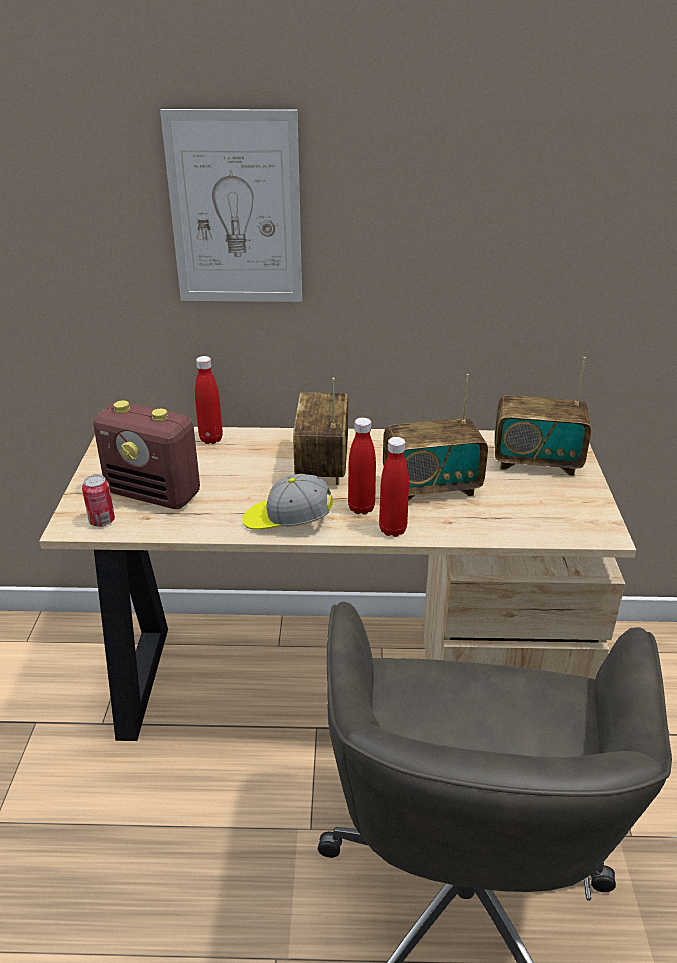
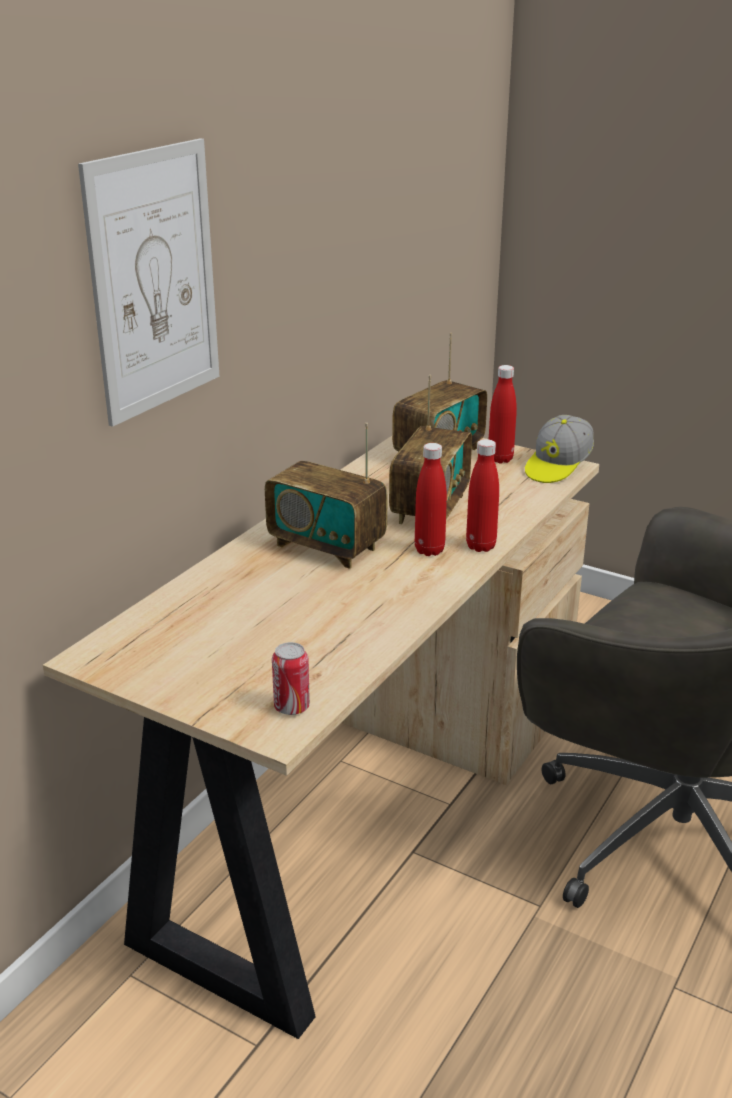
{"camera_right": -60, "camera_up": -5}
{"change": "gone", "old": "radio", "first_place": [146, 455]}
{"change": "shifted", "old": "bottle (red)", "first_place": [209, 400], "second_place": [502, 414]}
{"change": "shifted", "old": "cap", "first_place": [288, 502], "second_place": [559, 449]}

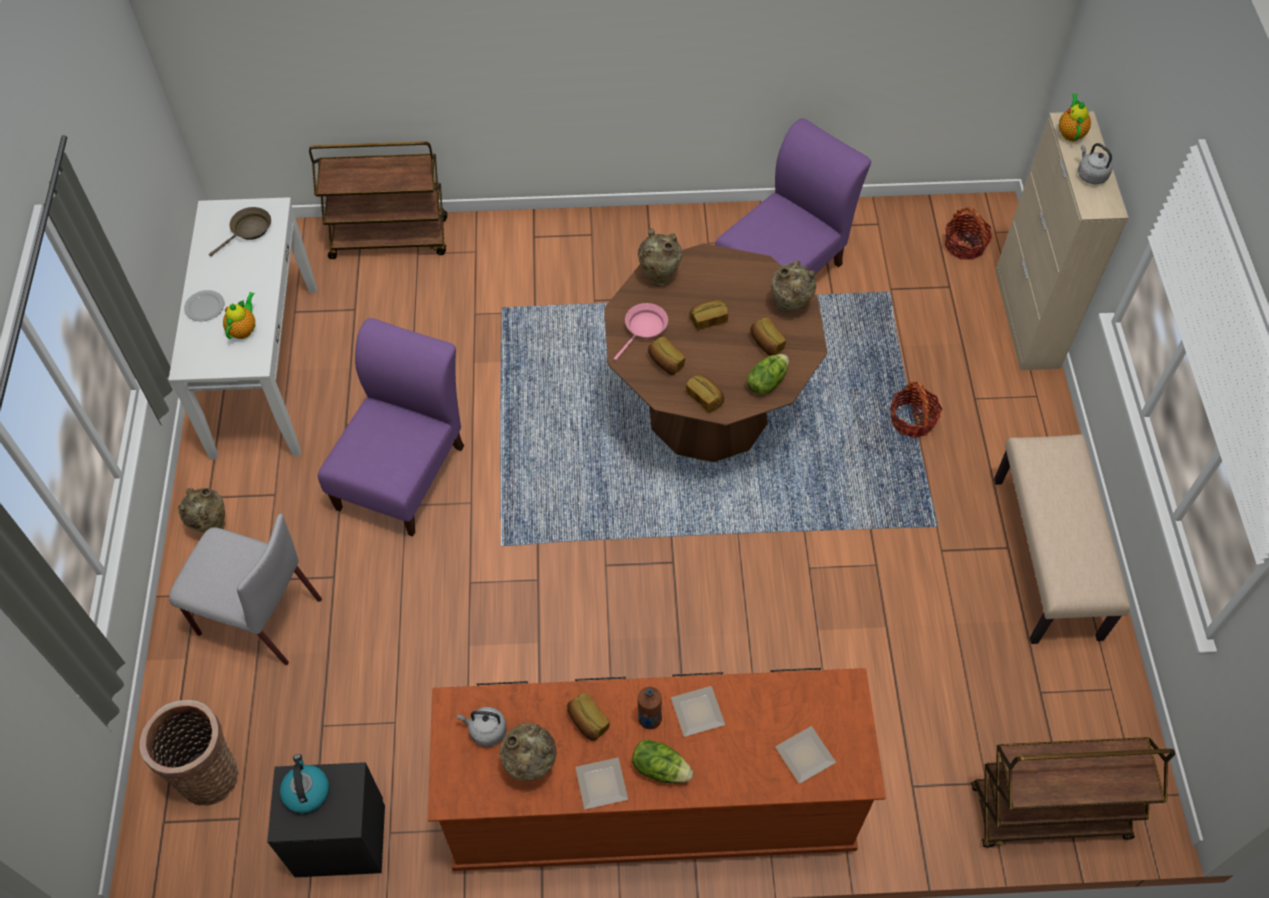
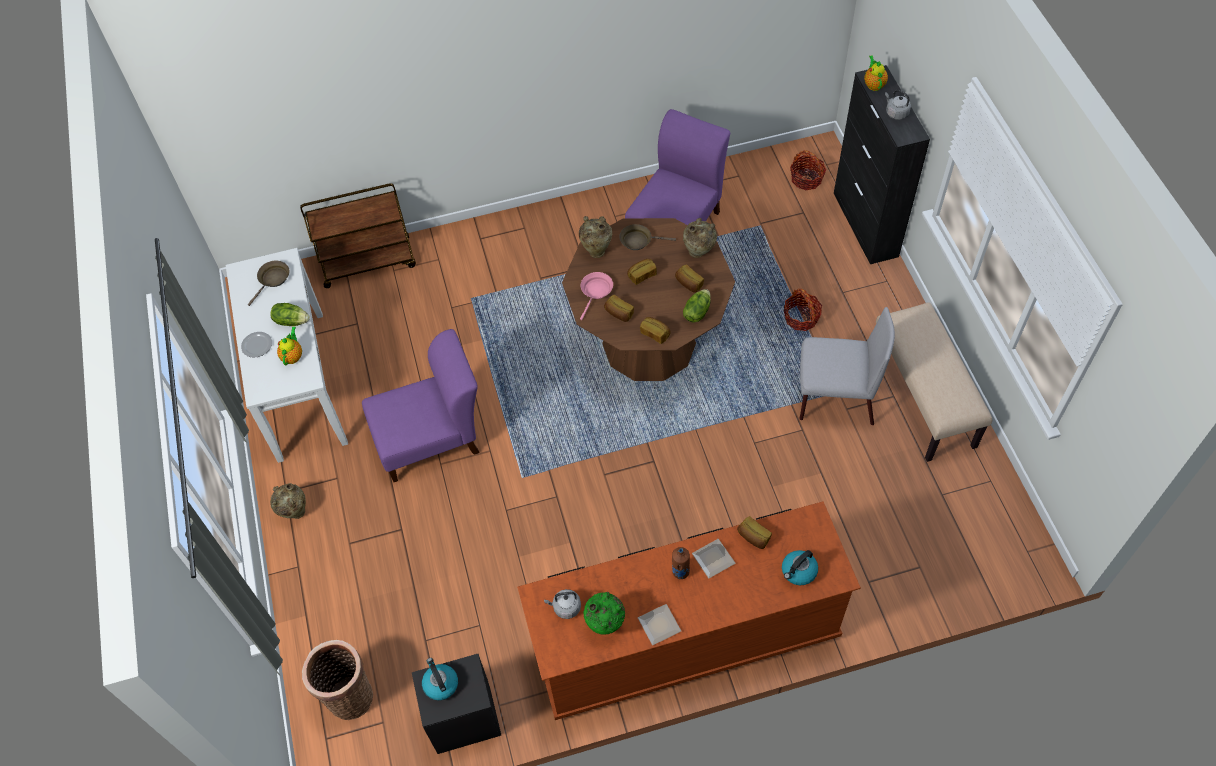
{"camera_right": -10, "camera_up": 0}
{"change": "gone", "old": "cart (brown)", "first_place": [1073, 792]}
{"change": "new", "new": "frying pan (brown)", "second_place": [647, 237]}
{"change": "shifted", "old": "chair (grey)", "first_place": [245, 589], "second_place": [847, 366]}
{"change": "shifted", "old": "bread", "first_place": [588, 716], "second_place": [754, 532]}
{"change": "shifted", "old": "lettuce", "first_place": [662, 761], "second_place": [290, 314]}
{"change": "swapped", "old": "plate", "new": "kettle", "first_place": [805, 755], "second_place": [800, 567]}
{"change": "repainted", "old": "vase (beige)", "new": "vase (green)", "first_place": [528, 752], "second_place": [604, 613]}
{"change": "repainted", "old": "cabinet (beige)", "new": "cabinet (black)", "first_place": [1062, 240], "second_place": [882, 164]}
{"change": "rotated", "old": "chair (purple)", "first_place": [391, 427], "second_place": [421, 405], "degrees": 60}

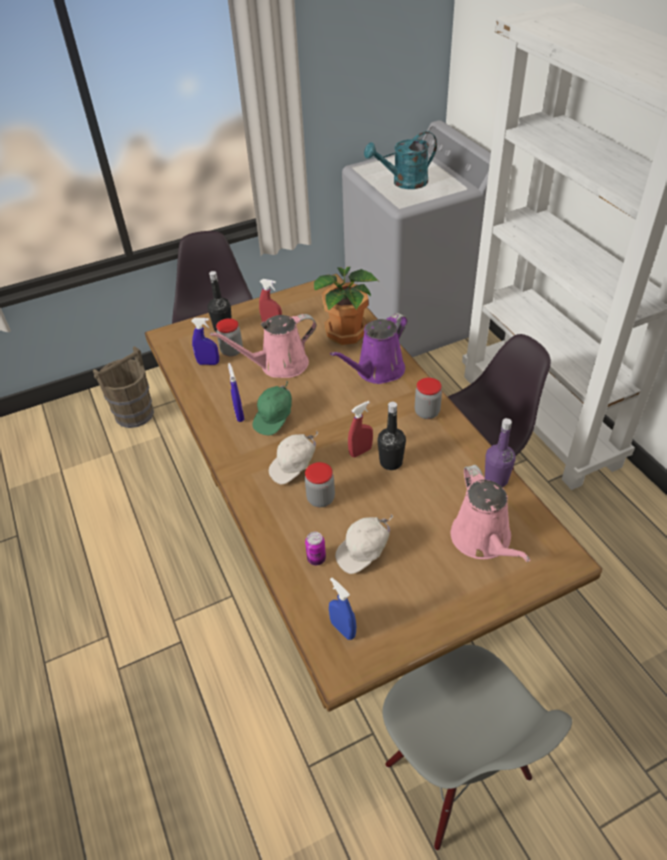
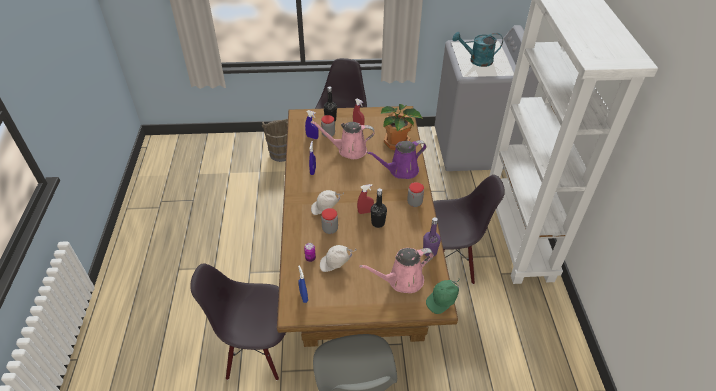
{"camera_right": 20, "camera_up": 0}
{"change": "new", "new": "chair (black)", "second_place": [238, 322]}
{"change": "shifted", "old": "cap (green)", "first_place": [272, 407], "second_place": [443, 296]}
{"change": "rotated", "old": "watering can (pink)", "first_place": [490, 513], "second_place": [396, 270], "degrees": 60}

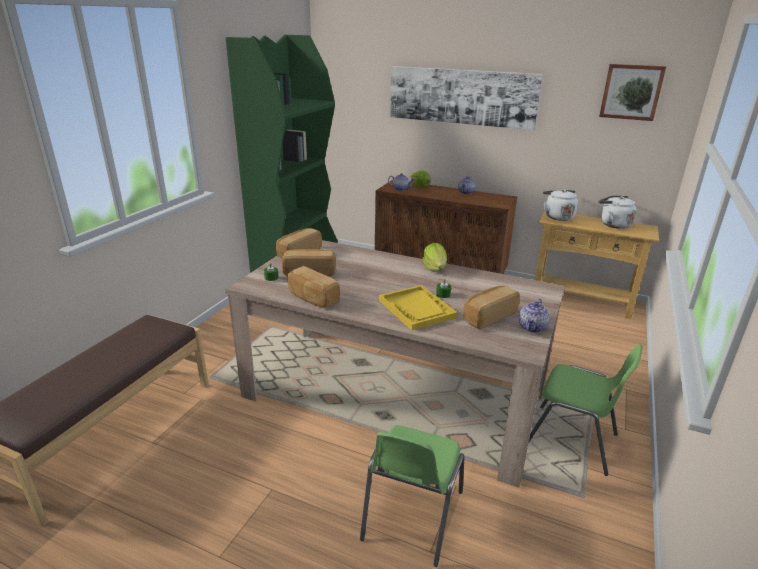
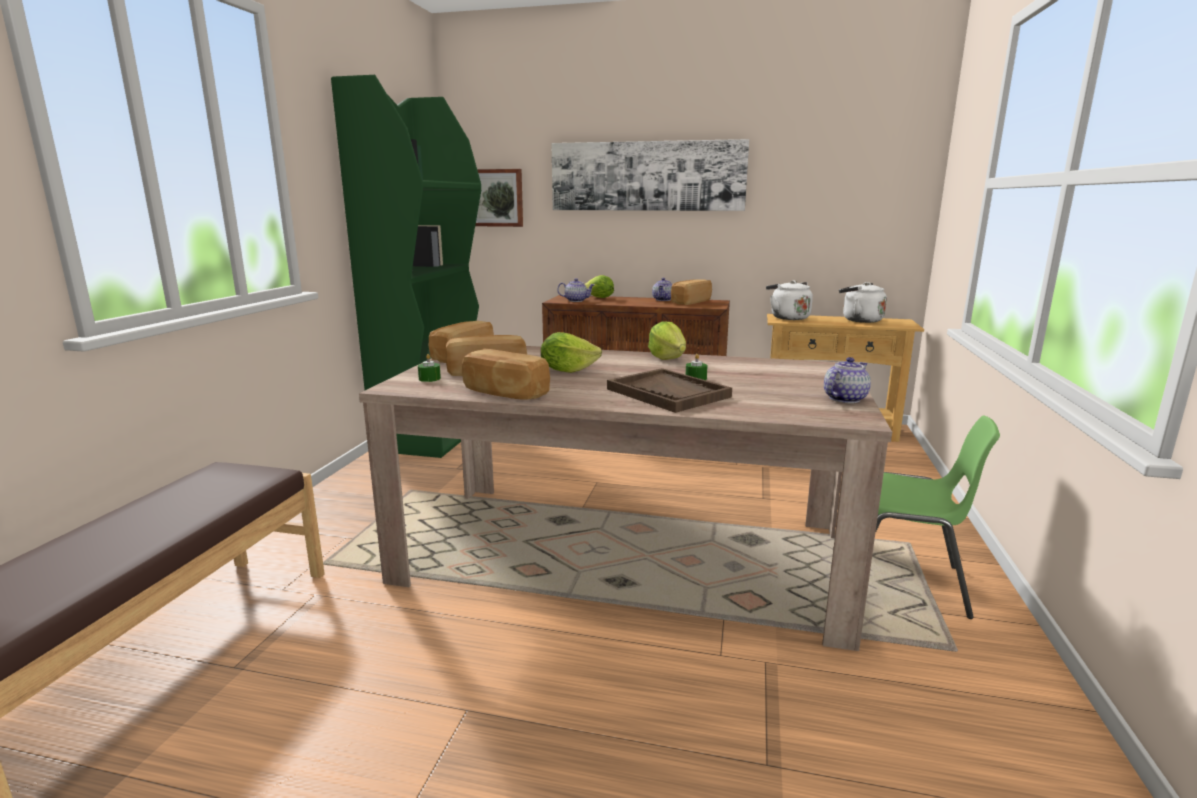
{"camera_right": -10, "camera_up": -10}
{"change": "gone", "old": "chair (green)", "first_place": [412, 496]}
{"change": "new", "new": "lettuce", "second_place": [571, 352]}
{"change": "shifted", "old": "bread", "first_place": [491, 307], "second_place": [691, 292]}
{"change": "shifted", "old": "picture", "first_place": [632, 92], "second_place": [499, 198]}
{"change": "repainted", "old": "tray (yellow)", "new": "tray (brown)", "first_place": [418, 308], "second_place": [669, 390]}
{"change": "rotated", "old": "teapot", "first_place": [534, 316], "second_place": [847, 380], "degrees": -150}

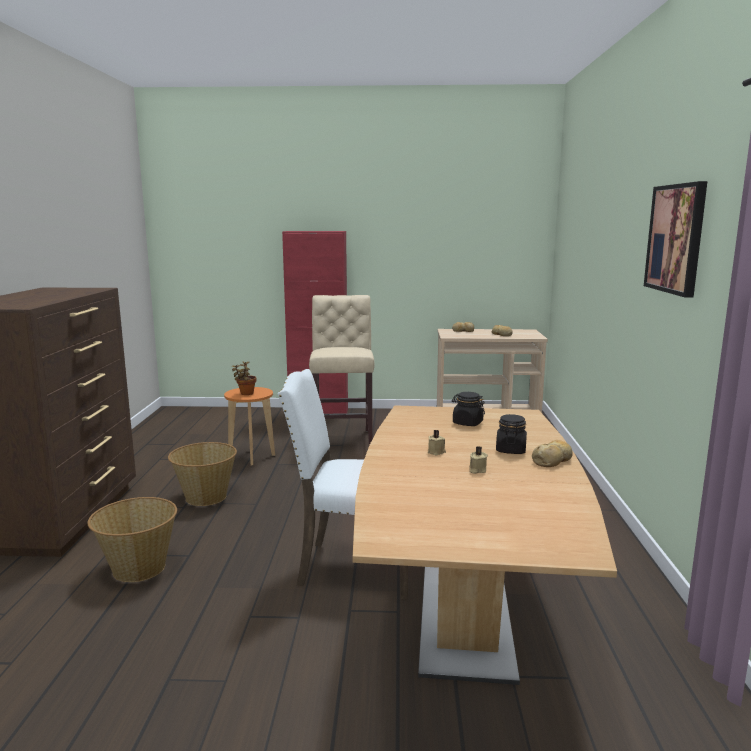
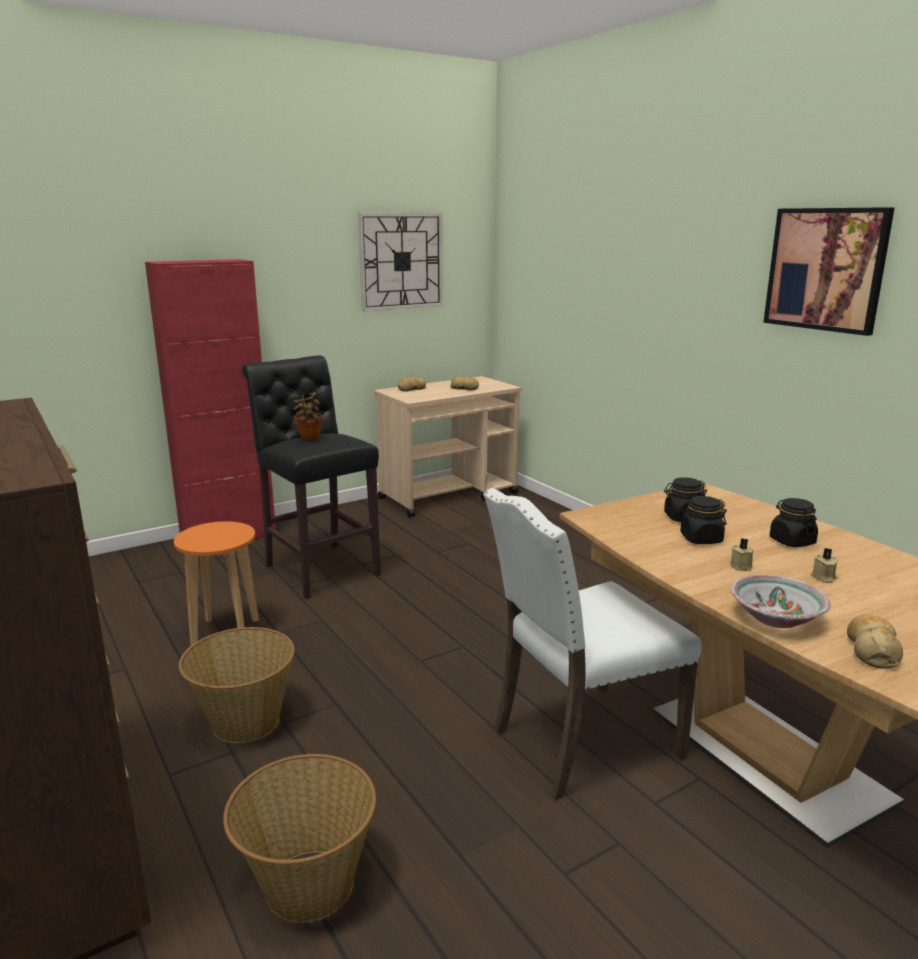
{"camera_right": -35, "camera_up": 5}
{"change": "new", "new": "wall clock", "second_place": [400, 262]}
{"change": "new", "new": "jar (black)", "second_place": [703, 520]}
{"change": "new", "new": "bowl", "second_place": [780, 601]}
{"change": "shifted", "old": "potted plant", "first_place": [244, 378], "second_place": [308, 416]}
{"change": "shifted", "old": "bread", "first_place": [552, 453], "second_place": [875, 641]}
{"change": "repainted", "old": "stool (beige)", "new": "stool (black)", "first_place": [342, 370], "second_place": [311, 477]}

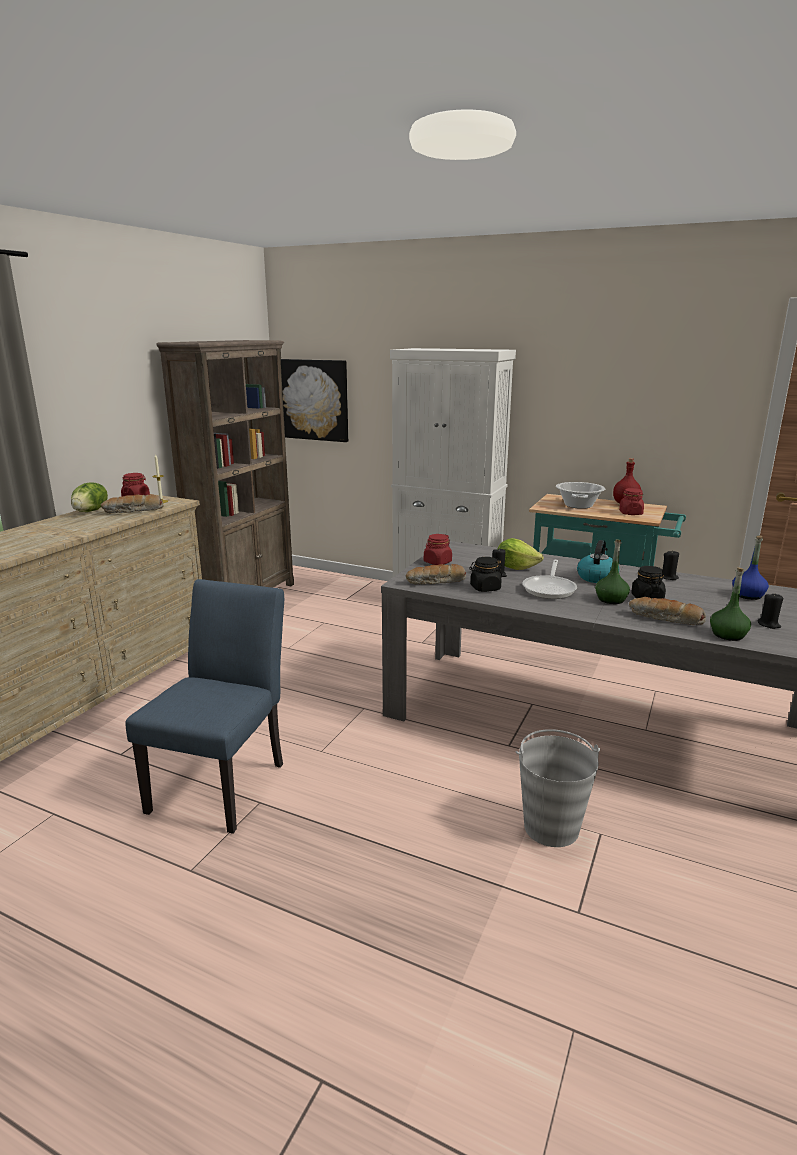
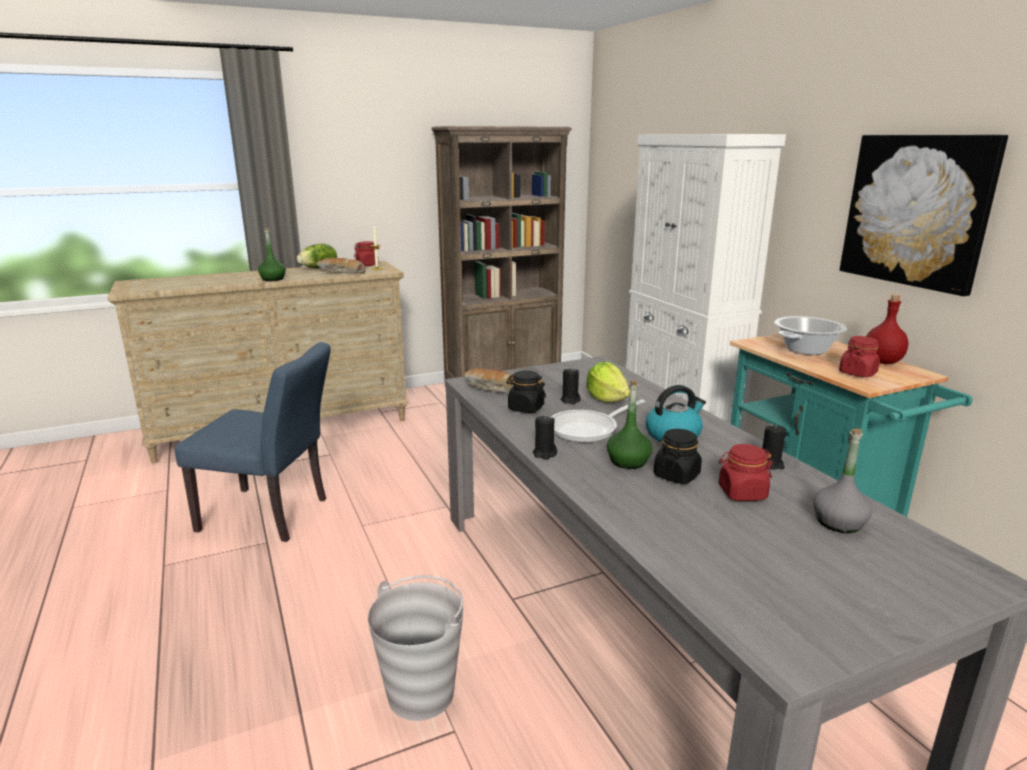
{"camera_right": 40, "camera_up": 0}
{"change": "gone", "old": "bread", "first_place": [667, 611]}
{"change": "shifted", "old": "picture", "first_place": [314, 400], "second_place": [924, 215]}
{"change": "shifted", "old": "jar (red)", "first_place": [438, 549], "second_place": [745, 472]}
{"change": "shifted", "old": "bottle (green)", "first_place": [730, 604], "second_place": [272, 254]}
{"change": "shifted", "old": "candle (black)", "first_place": [770, 611], "second_place": [545, 437]}
{"change": "repainted", "old": "bottle (blue)", "new": "bottle (grey)", "first_place": [750, 568], "second_place": [843, 480]}
{"change": "rotated", "old": "chair (blue)", "first_place": [204, 706], "second_place": [253, 442], "degrees": 45}

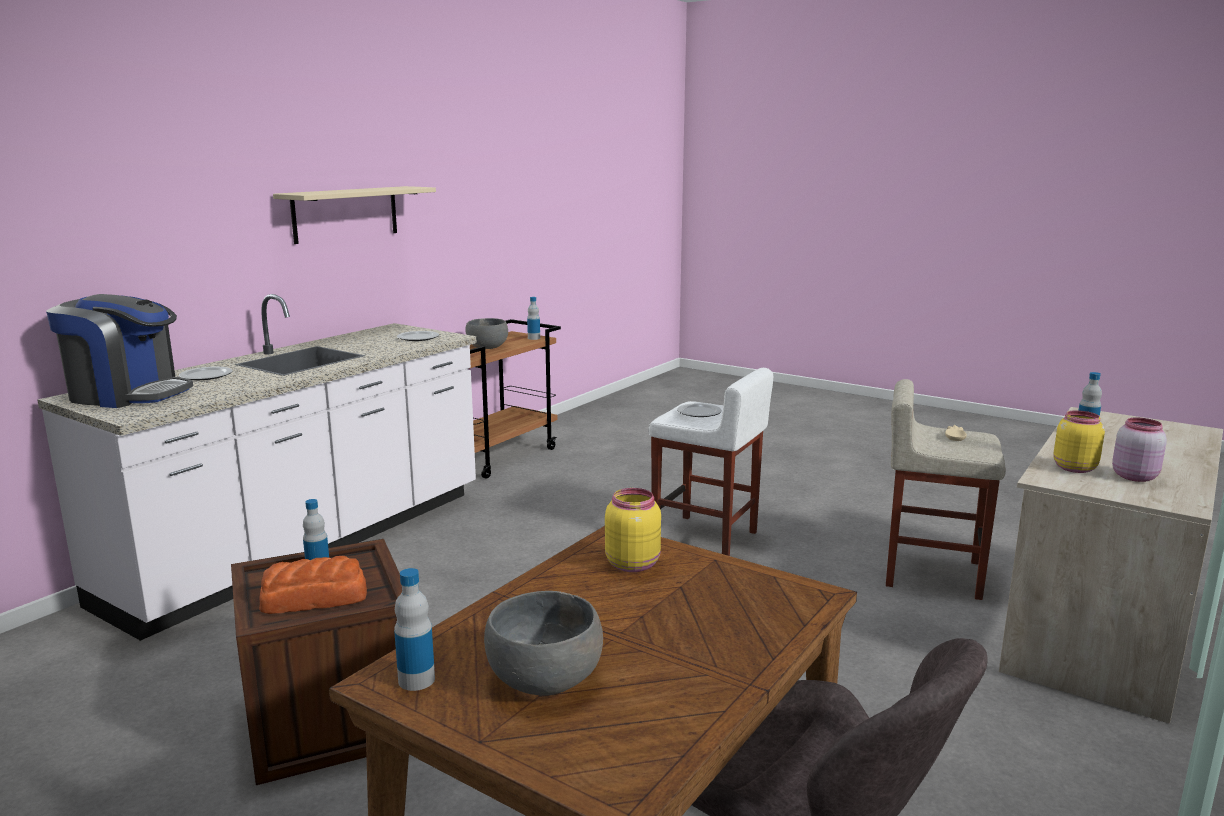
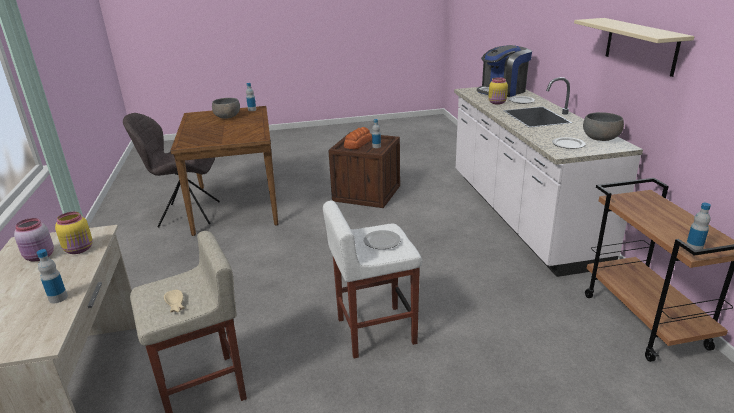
{"camera_right": 135, "camera_up": 10}
{"change": "shifted", "old": "bowl (grey)", "first_place": [486, 333], "second_place": [603, 126]}
{"change": "shifted", "old": "jar (yellow)", "first_place": [633, 530], "second_place": [498, 91]}

